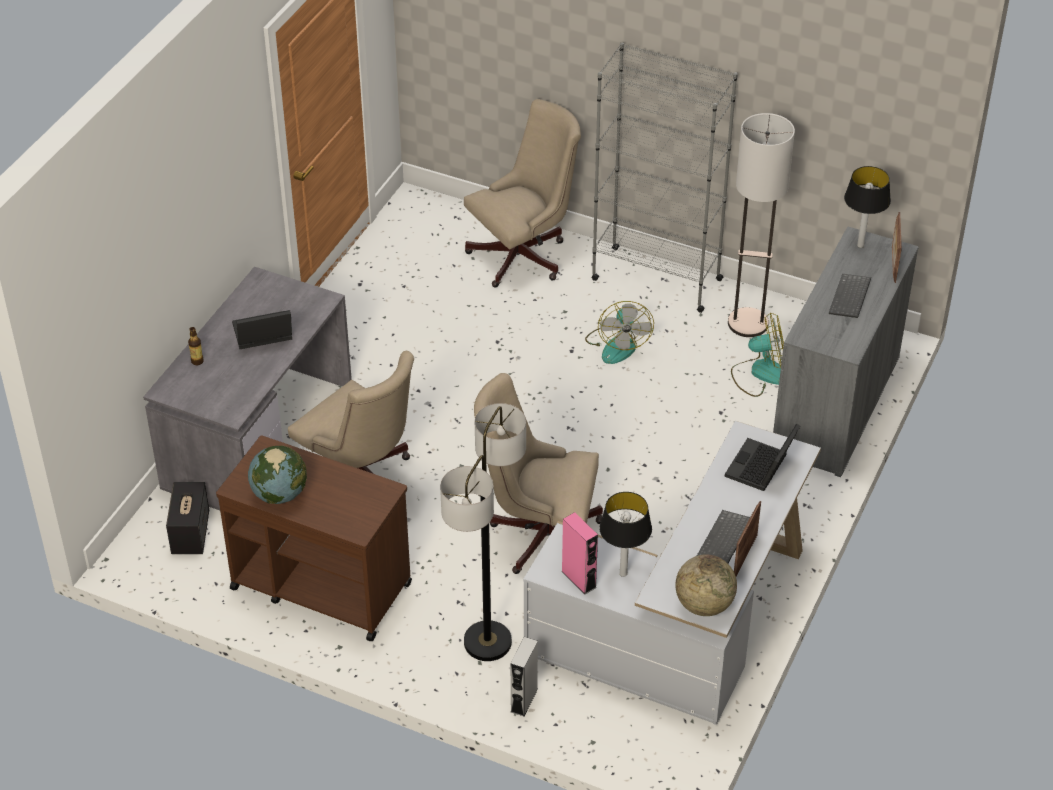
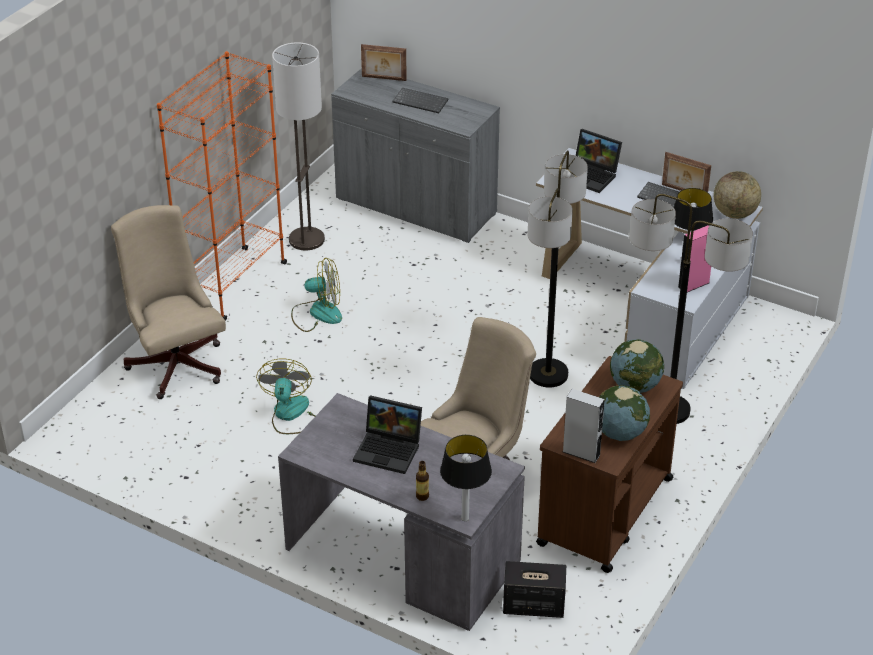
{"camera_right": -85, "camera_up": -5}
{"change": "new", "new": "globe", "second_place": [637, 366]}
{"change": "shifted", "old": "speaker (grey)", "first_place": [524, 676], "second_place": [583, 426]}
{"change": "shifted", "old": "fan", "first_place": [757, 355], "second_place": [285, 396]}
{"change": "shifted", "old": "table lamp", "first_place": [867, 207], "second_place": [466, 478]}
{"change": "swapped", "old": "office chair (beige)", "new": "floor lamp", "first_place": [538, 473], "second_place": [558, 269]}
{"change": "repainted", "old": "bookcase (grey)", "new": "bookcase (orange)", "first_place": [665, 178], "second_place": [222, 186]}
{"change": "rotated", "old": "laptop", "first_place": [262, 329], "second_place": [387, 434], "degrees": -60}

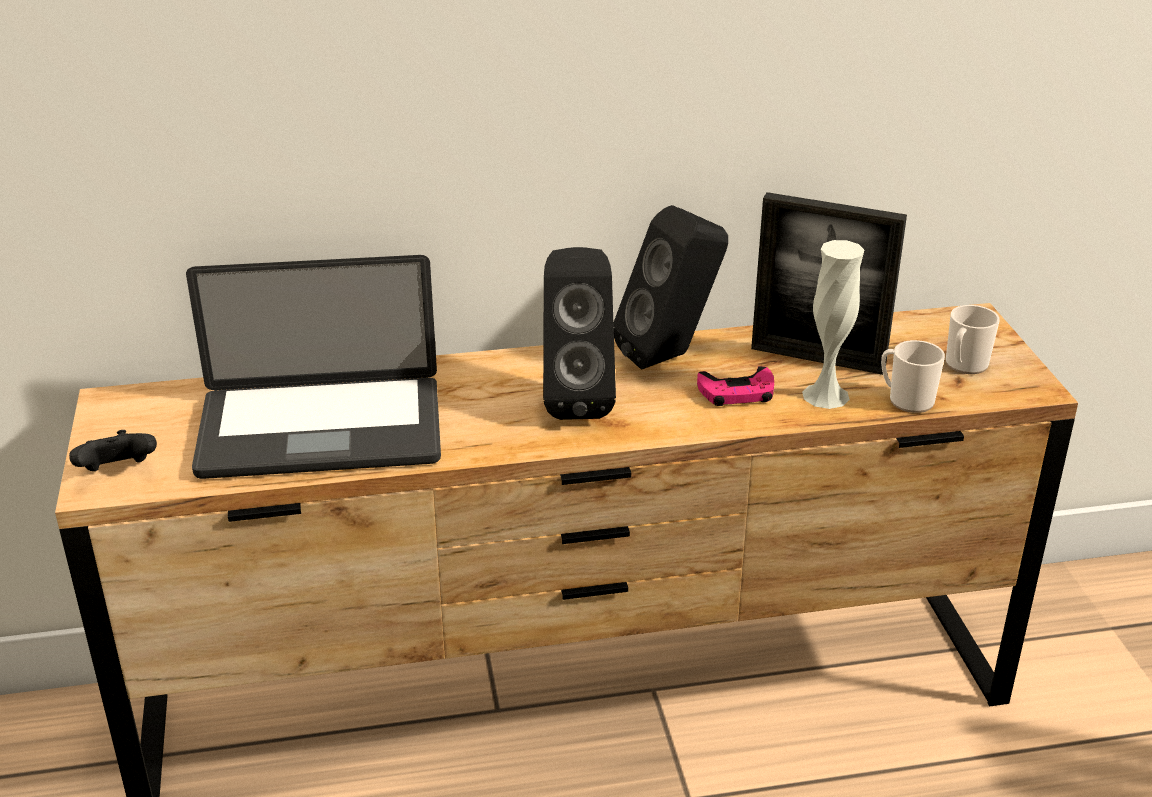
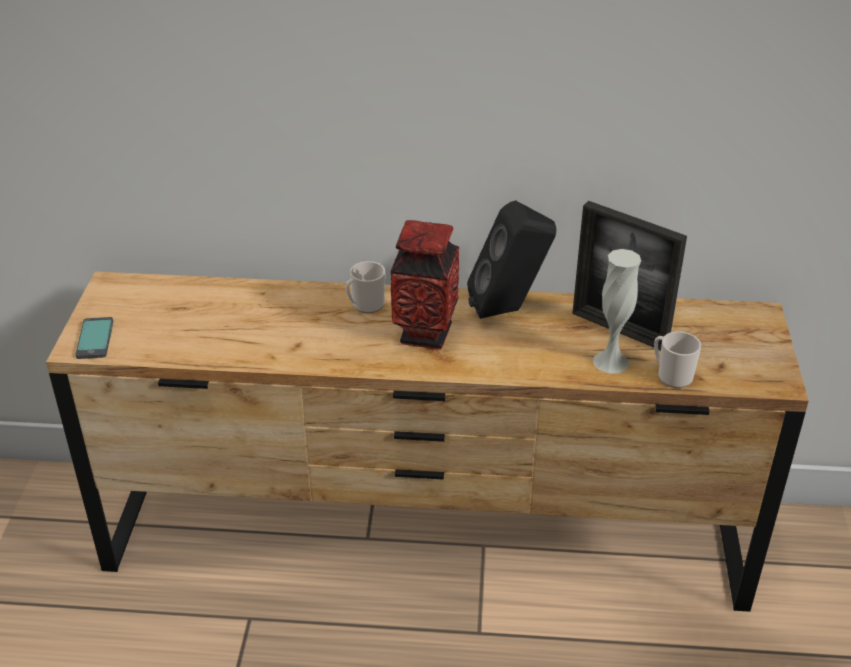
{"camera_right": 15, "camera_up": 5}
{"change": "gone", "old": "laptop", "first_place": [313, 367]}
{"change": "gone", "old": "game controller (pink)", "first_place": [735, 386]}
{"change": "shifted", "old": "mug", "first_place": [972, 339], "second_place": [365, 287]}
{"change": "swapped", "old": "game controller (black)", "new": "phone", "first_place": [113, 450], "second_place": [94, 338]}
{"change": "swapped", "old": "speaker (black)", "new": "vase", "first_place": [579, 333], "second_place": [425, 284]}

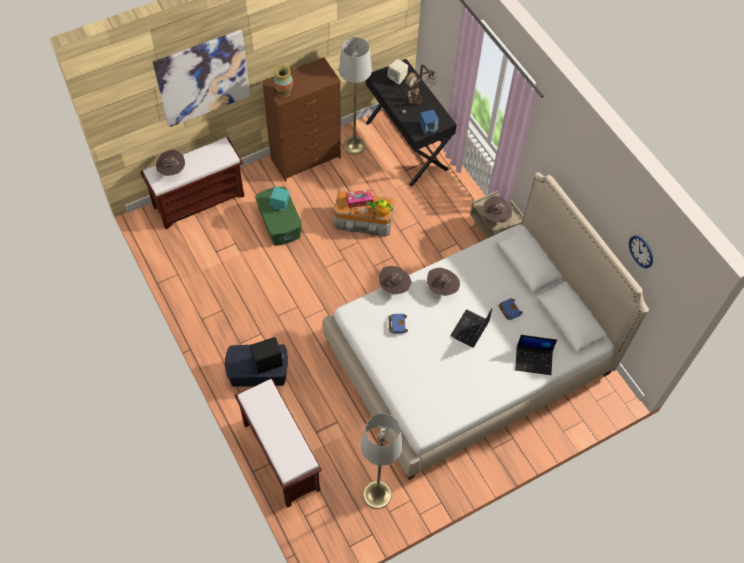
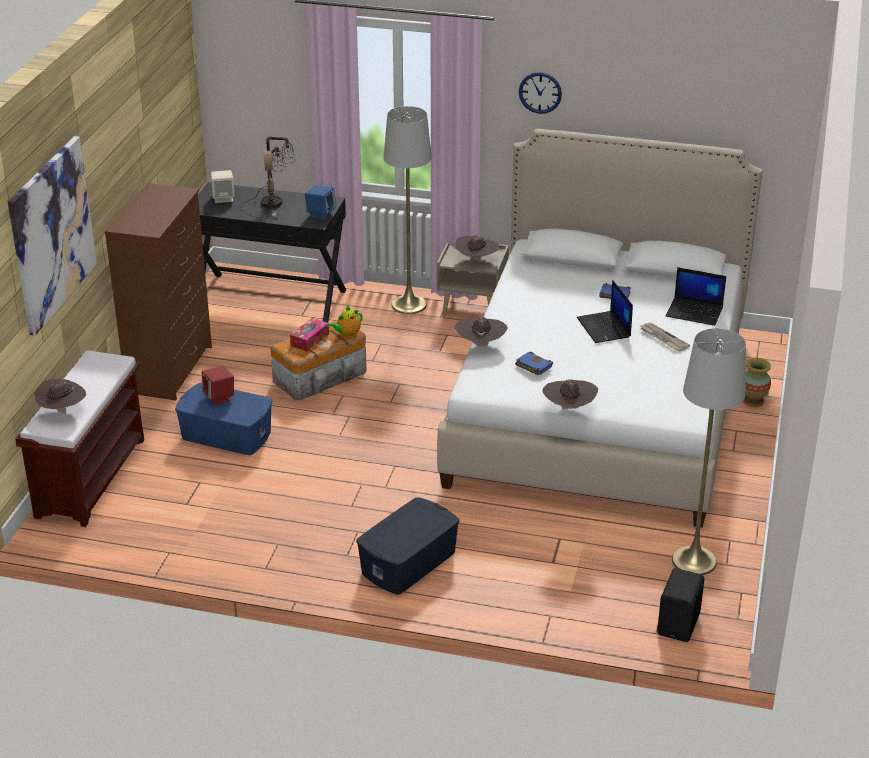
{"camera_right": -45, "camera_up": -25}
{"change": "gone", "old": "bench (brown)", "first_place": [278, 443]}
{"change": "new", "new": "newspaper", "second_place": [664, 337]}
{"change": "shifted", "old": "speaker (black)", "first_place": [267, 355], "second_place": [680, 605]}
{"change": "shifted", "old": "vase", "first_place": [283, 81], "second_place": [757, 382]}
{"change": "shifted", "old": "floor lamp (grey)", "first_place": [355, 96], "second_place": [408, 210]}
{"change": "shifted", "old": "hat (brown)", "first_place": [443, 282], "second_place": [570, 394]}
{"change": "shifted", "old": "wall clock", "first_place": [641, 251], "second_place": [540, 93]}
{"change": "repainted", "old": "storage box (green)", "new": "storage box (blue)", "first_place": [278, 216], "second_place": [223, 419]}
{"change": "repainted", "old": "speaker (turquoise)", "new": "speaker (red)", "first_place": [279, 198], "second_place": [218, 386]}
{"change": "rotated", "old": "laptop", "first_place": [536, 355], "second_place": [696, 296], "degrees": 60}

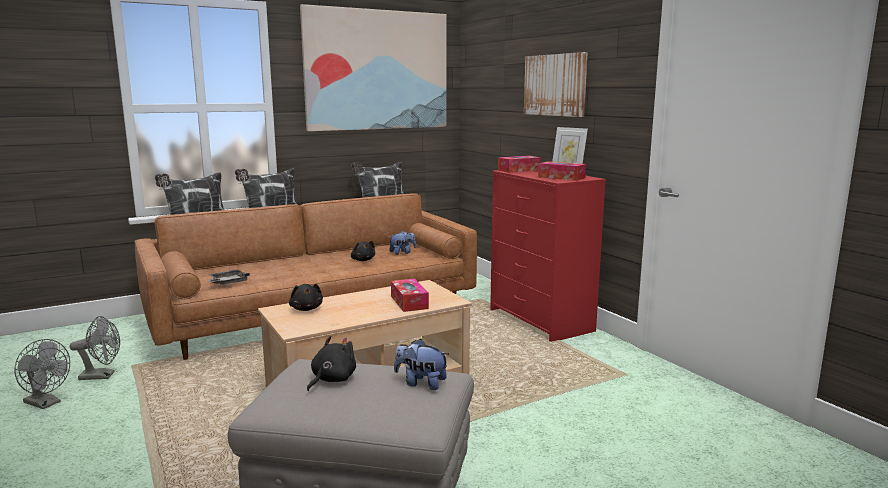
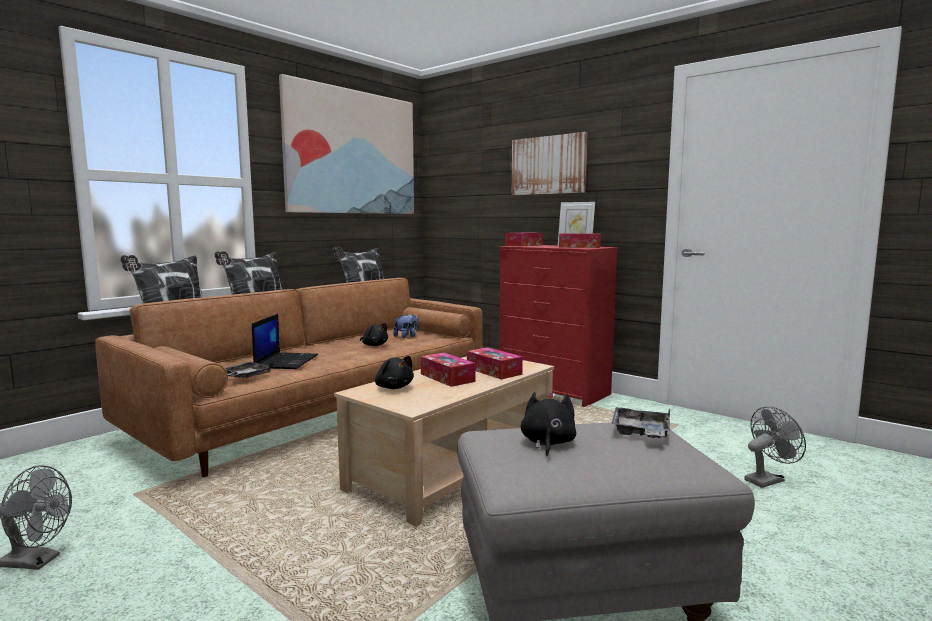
{"camera_right": -20, "camera_up": -5}
{"change": "new", "new": "laptop", "second_place": [285, 341]}
{"change": "new", "new": "tissue box", "second_place": [448, 370]}
{"change": "shifted", "old": "fan (grey)", "first_place": [95, 348], "second_place": [775, 447]}
{"change": "swapped", "old": "plush toy", "new": "tray (grey)", "first_place": [421, 364], "second_place": [640, 422]}

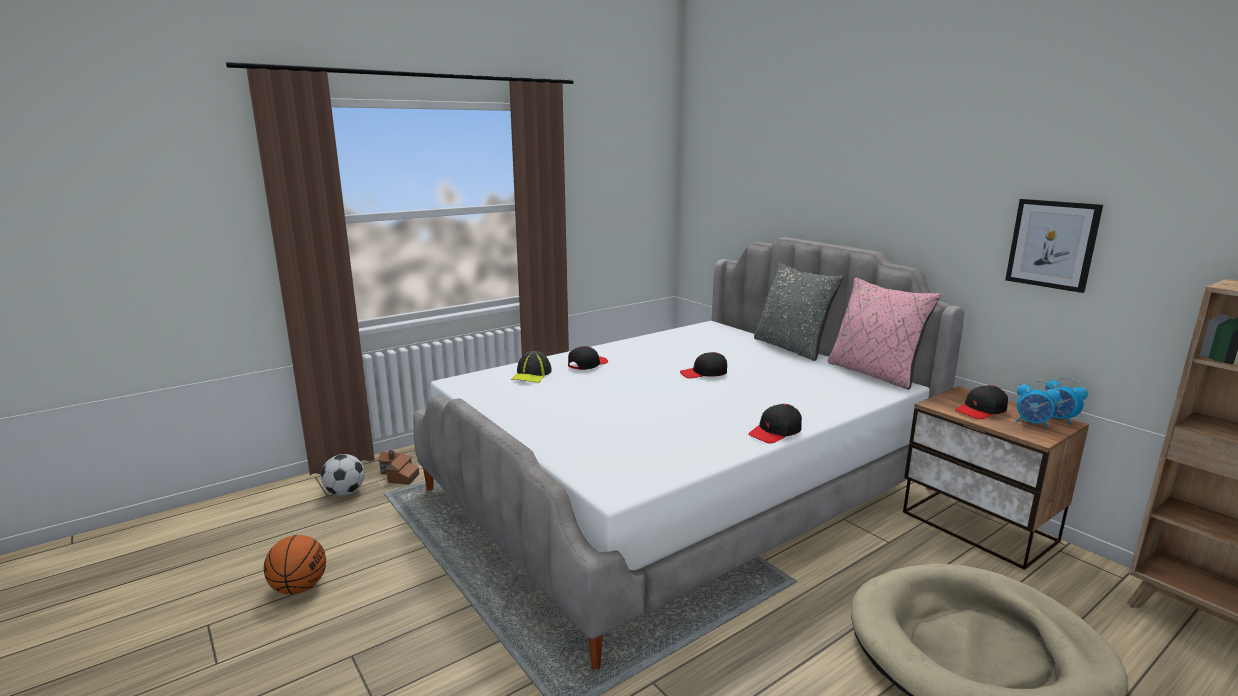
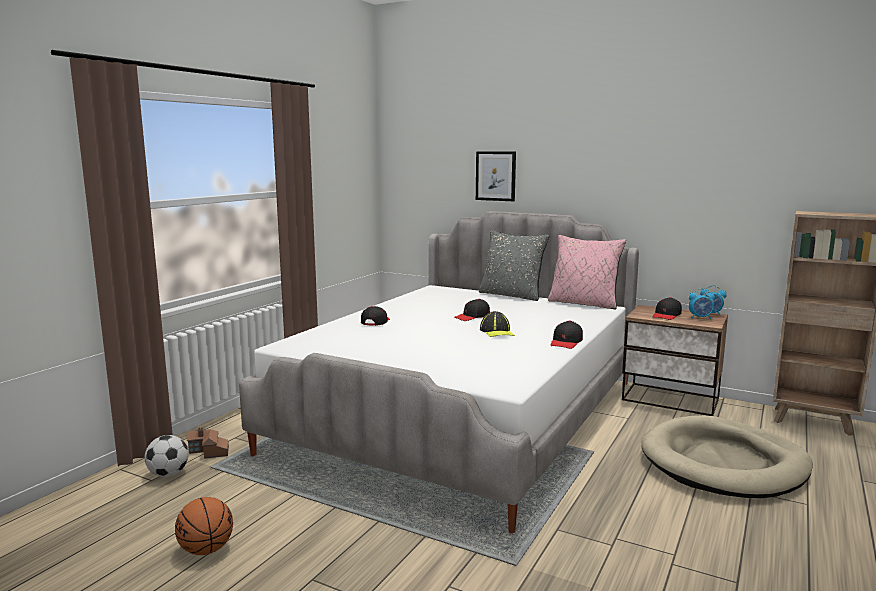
{"camera_right": -25, "camera_up": -5}
{"change": "shifted", "old": "cap", "first_place": [531, 367], "second_place": [497, 324]}
{"change": "shifted", "old": "picture", "first_place": [1054, 246], "second_place": [496, 176]}

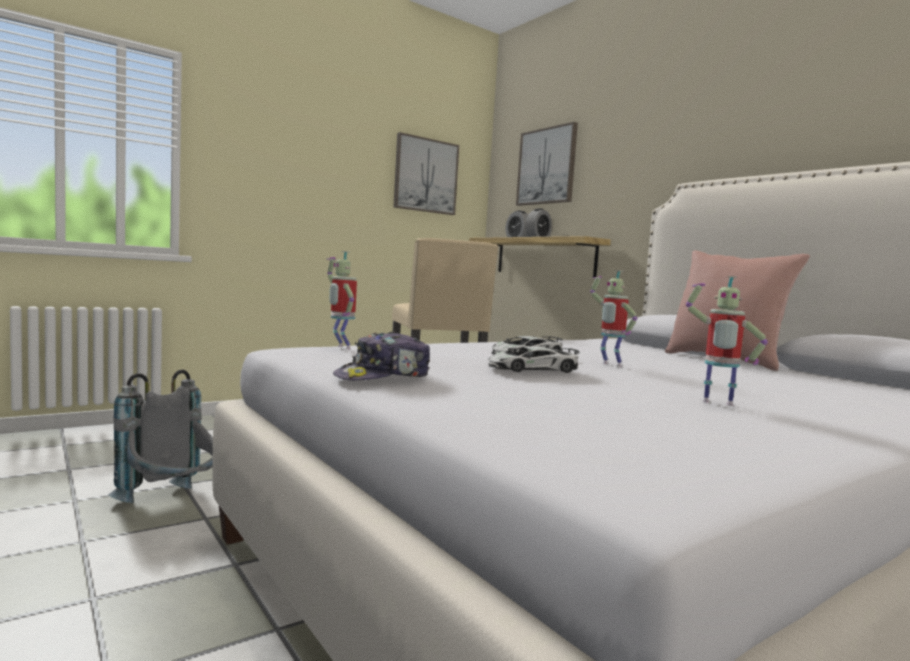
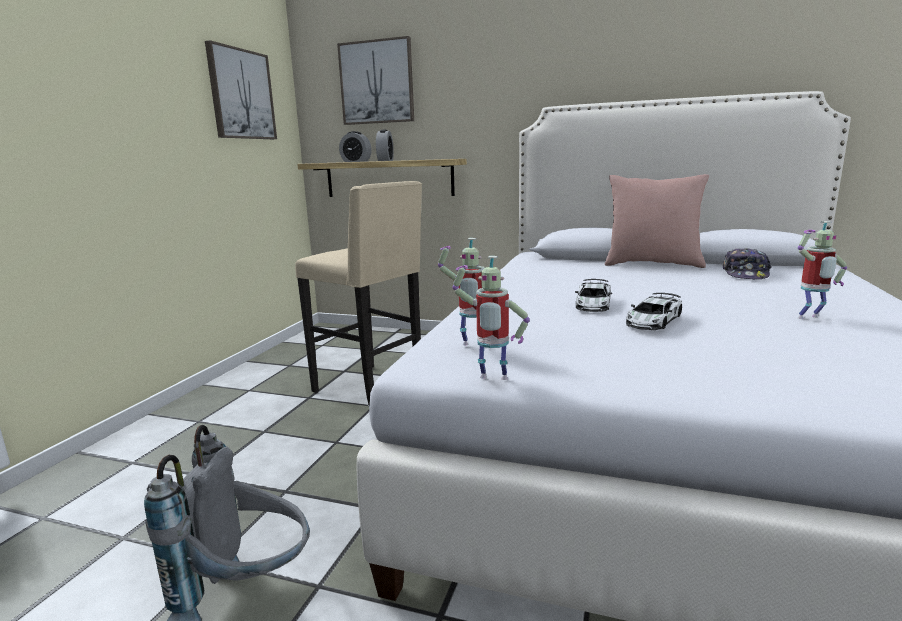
{"camera_right": -35, "camera_up": 10}
{"change": "shifted", "old": "cap", "first_place": [381, 356], "second_place": [747, 263]}
{"change": "shifted", "old": "toy robot", "first_place": [613, 318], "second_place": [491, 318]}

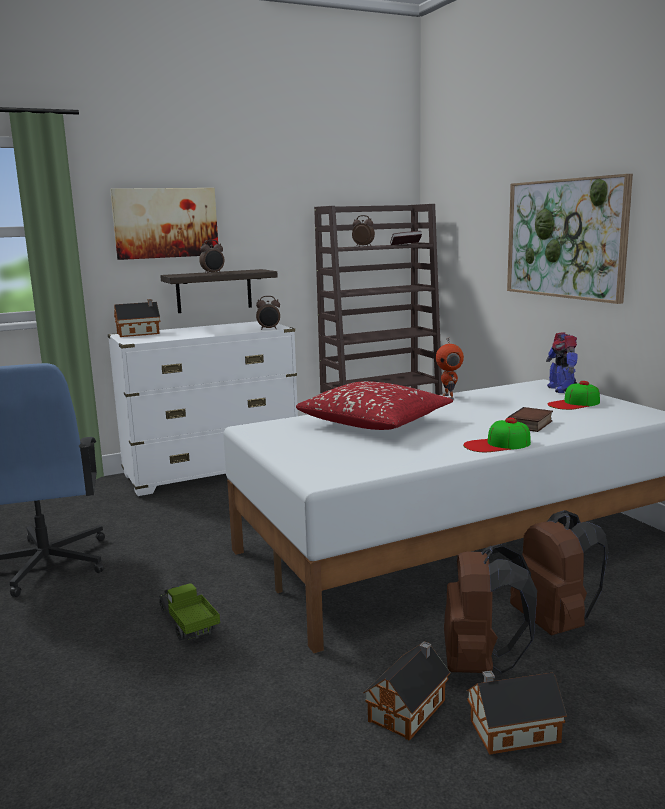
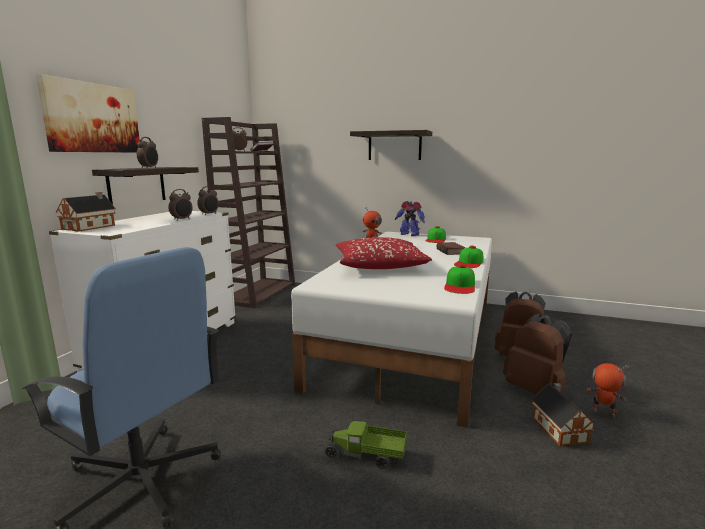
{"camera_right": -45, "camera_up": 0}
{"change": "new", "new": "alarm clock", "second_place": [180, 205]}
{"change": "new", "new": "cap", "second_place": [459, 279]}
{"change": "swapped", "old": "toy house", "new": "toy robot", "first_place": [517, 713], "second_place": [608, 390]}
{"change": "swapped", "old": "picture", "new": "shelf", "first_place": [570, 239], "second_place": [391, 145]}

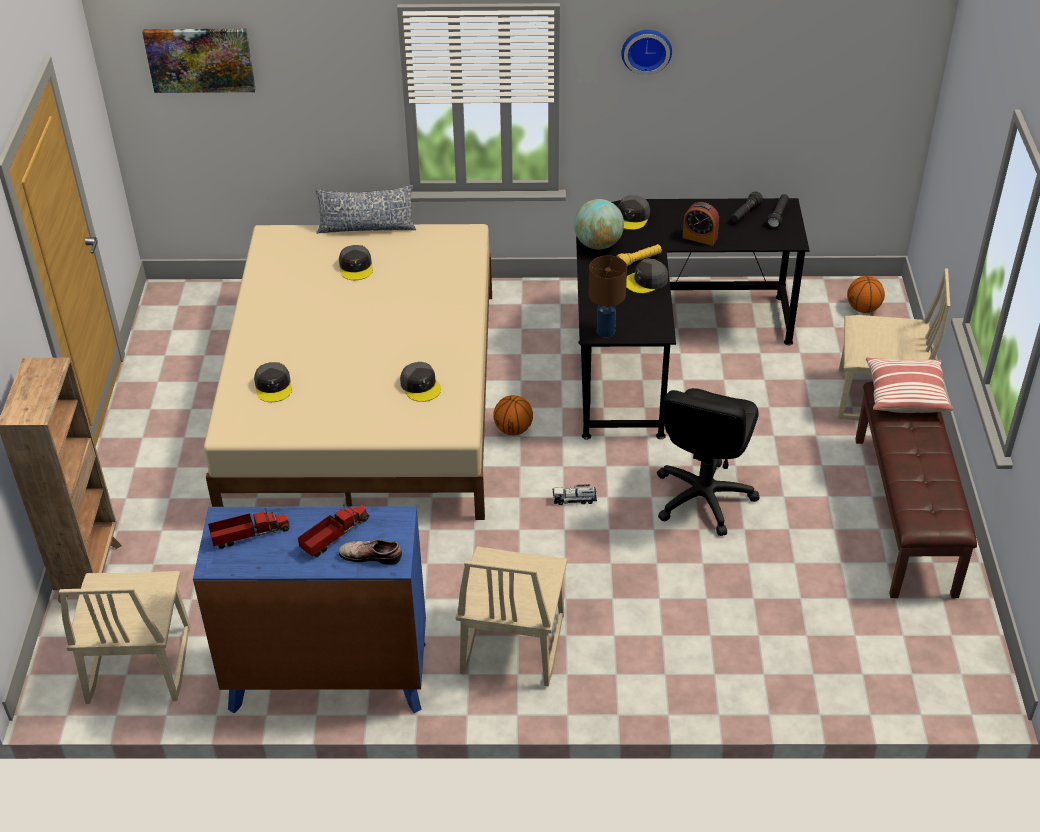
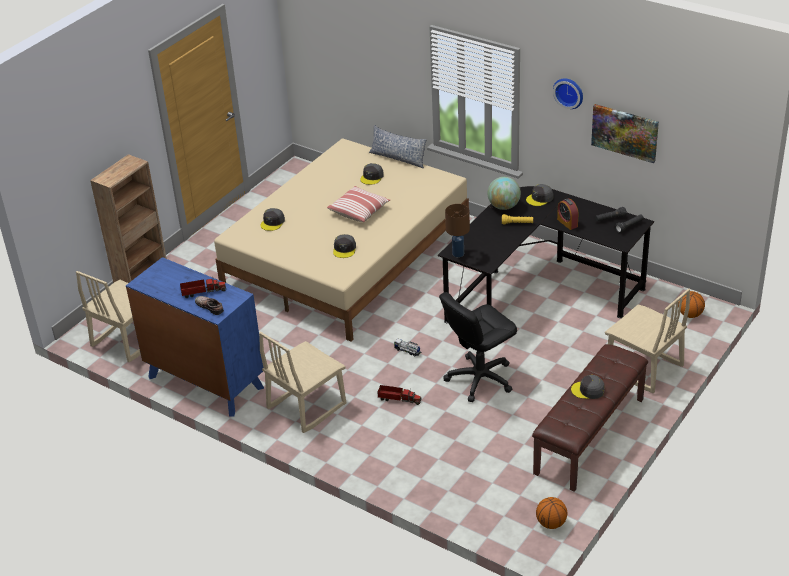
{"camera_right": 35, "camera_up": -5}
{"change": "shifted", "old": "picture", "first_place": [198, 61], "second_place": [625, 133]}
{"change": "shifted", "old": "toy truck", "first_place": [249, 528], "second_place": [399, 395]}
{"change": "shifted", "old": "basketball", "first_place": [513, 415], "second_place": [551, 513]}
{"change": "shifted", "old": "cap (grey)", "first_place": [647, 276], "second_place": [588, 387]}
{"change": "shifted", "old": "pillow", "first_place": [909, 385], "second_place": [358, 204]}

